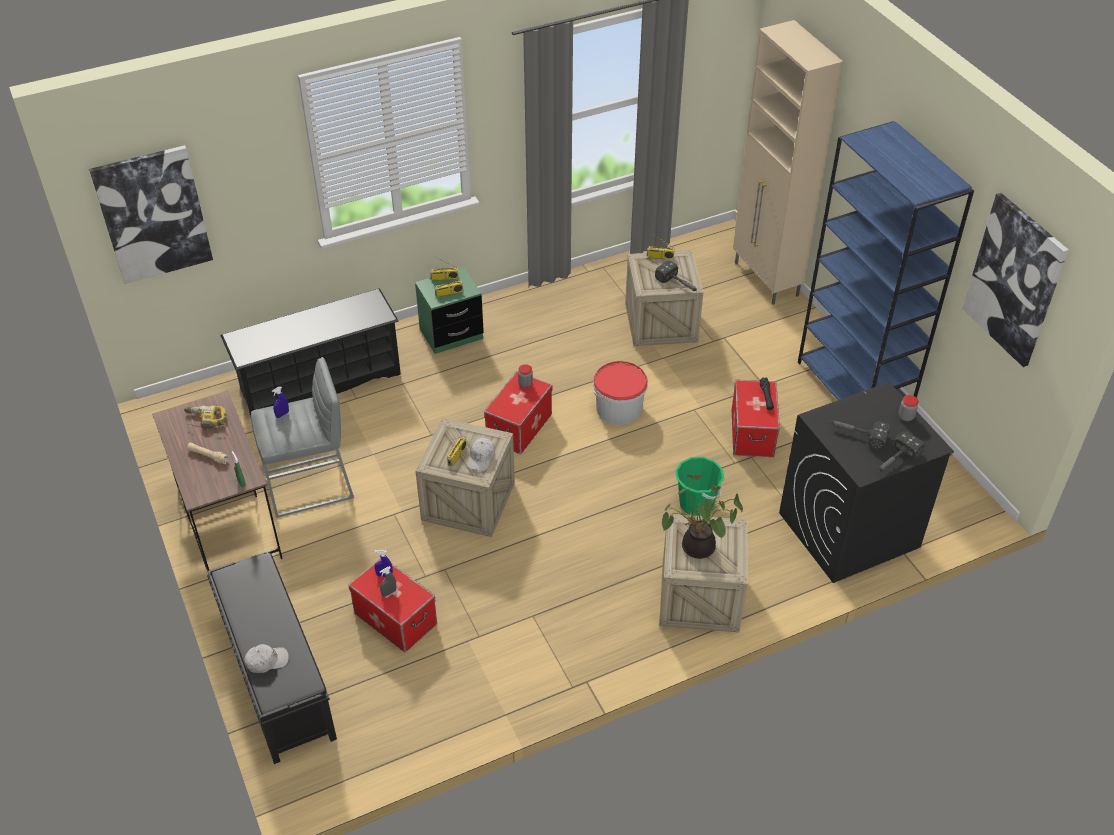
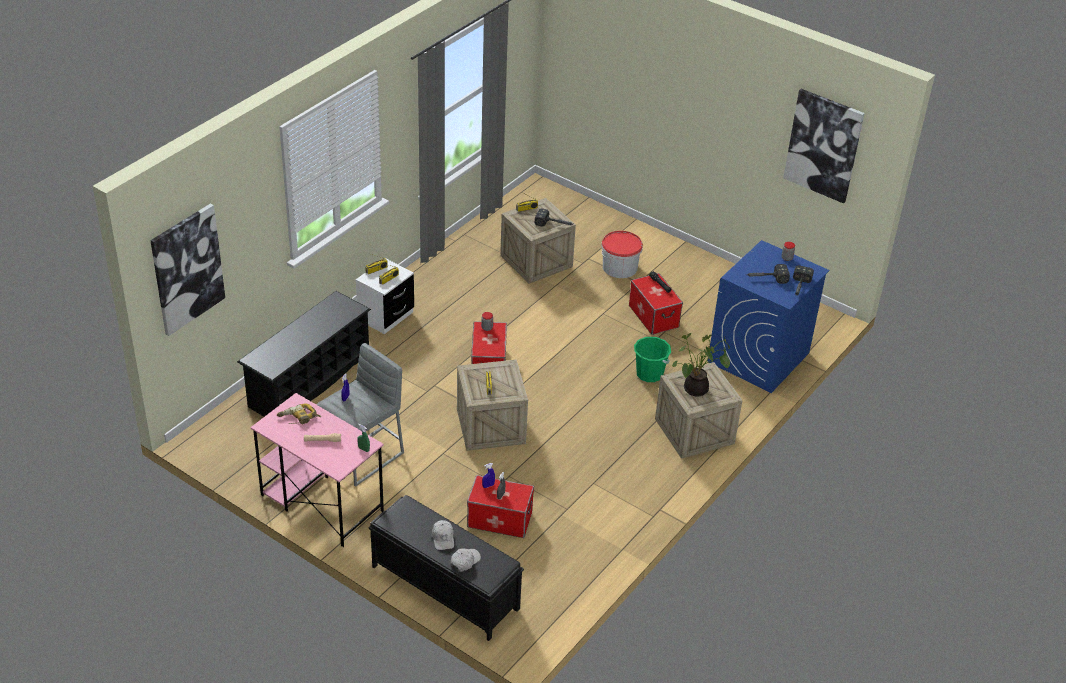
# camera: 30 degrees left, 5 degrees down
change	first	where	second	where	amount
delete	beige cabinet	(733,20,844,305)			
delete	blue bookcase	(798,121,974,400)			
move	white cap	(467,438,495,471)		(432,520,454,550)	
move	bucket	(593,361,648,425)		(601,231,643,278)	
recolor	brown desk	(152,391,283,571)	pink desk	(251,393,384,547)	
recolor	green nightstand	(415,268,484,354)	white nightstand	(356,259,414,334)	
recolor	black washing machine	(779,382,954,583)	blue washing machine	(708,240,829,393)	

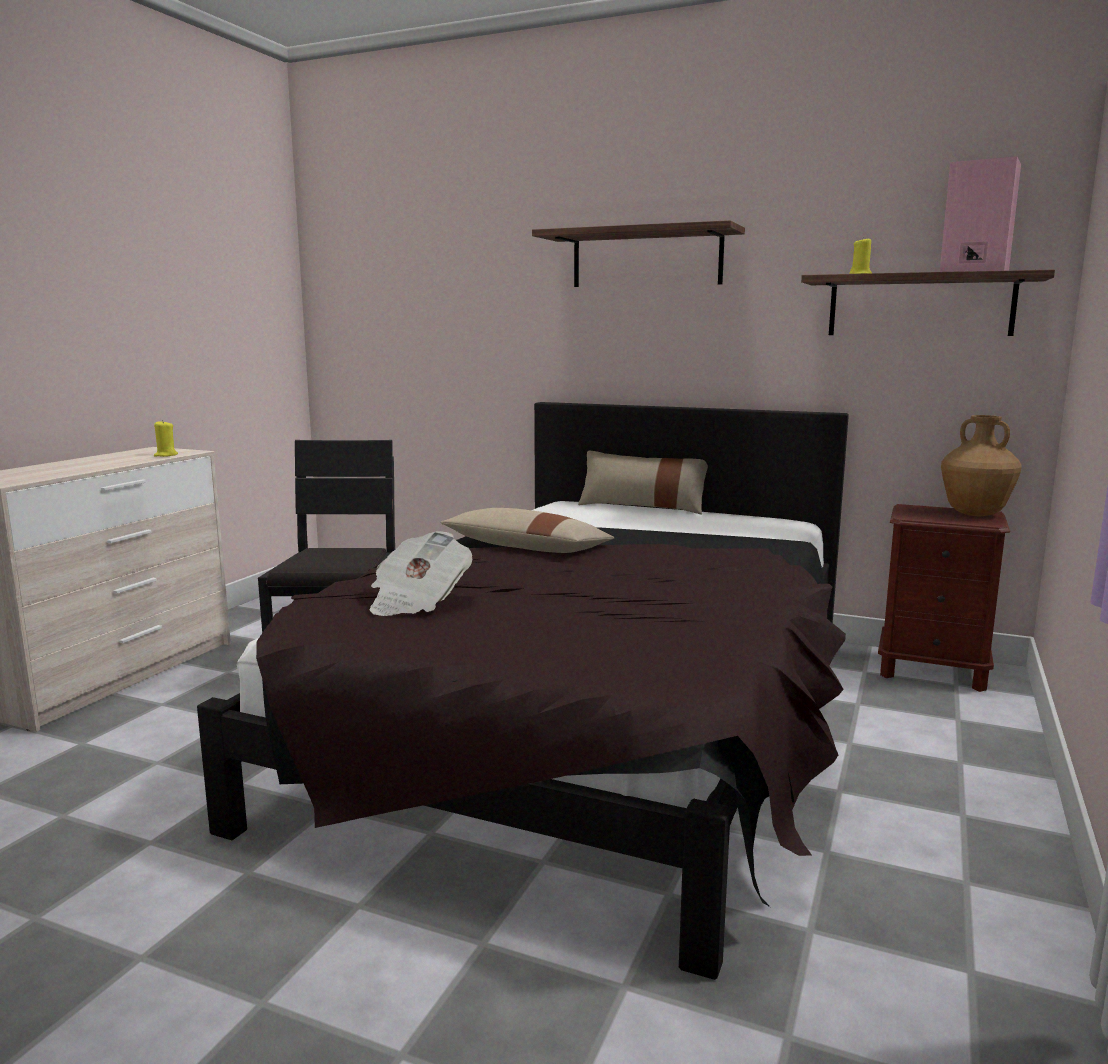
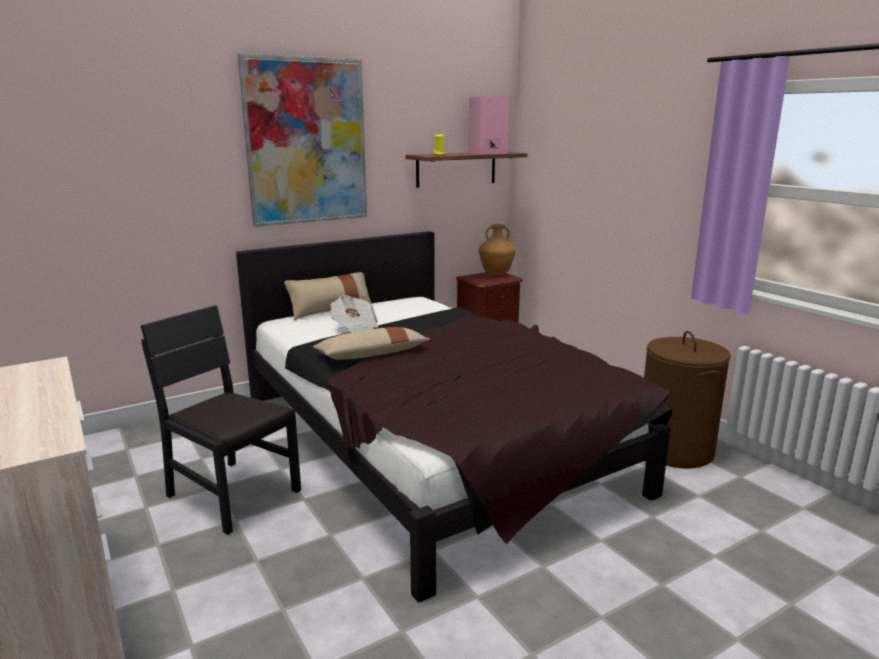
# camera: 55 degrees left, 5 degrees up
change	first	where	second	where	amount
delete	yellow candle	(154,420,178,457)			
insert			brown laundry basket	(644,331,731,468)	
move	newspaper	(370,531,473,616)		(331,295,379,332)	
replace	shelf	(532,220,745,287)	picture	(238,54,367,227)	

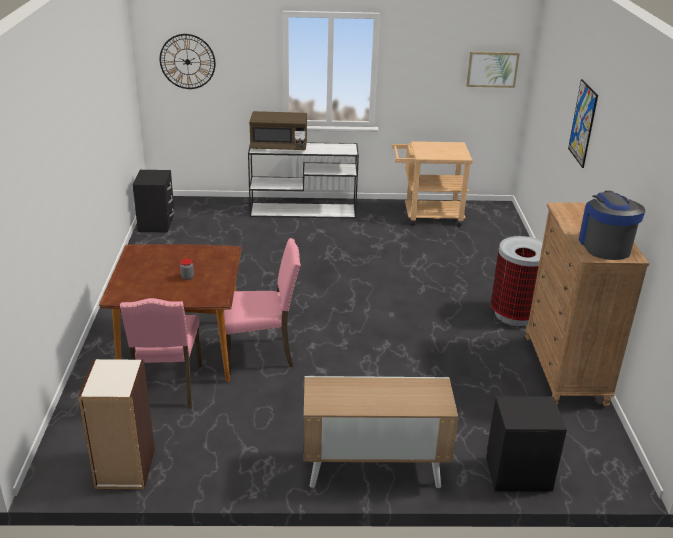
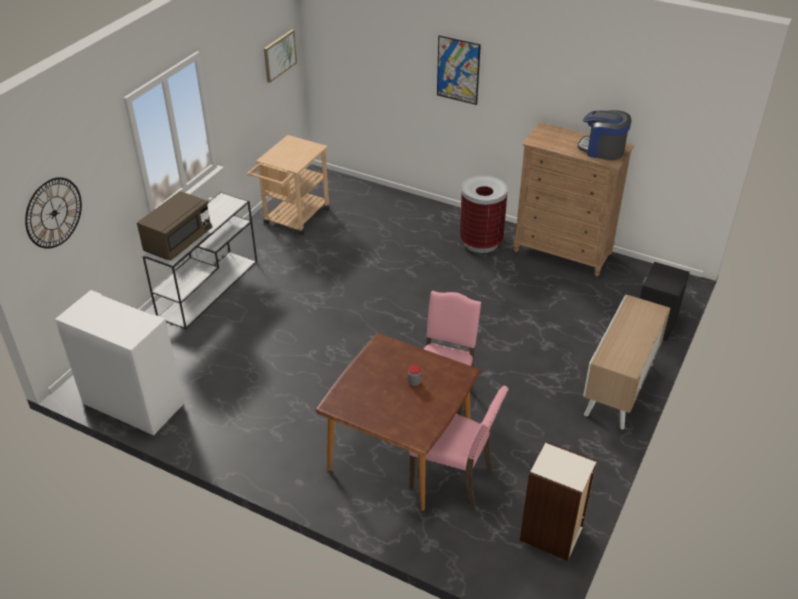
# camera: 60 degrees left, 10 degrees up
change	first	where	second	where	amount
replace	black nightstand	(133,170,174,233)	white cabinet	(55,290,184,437)	

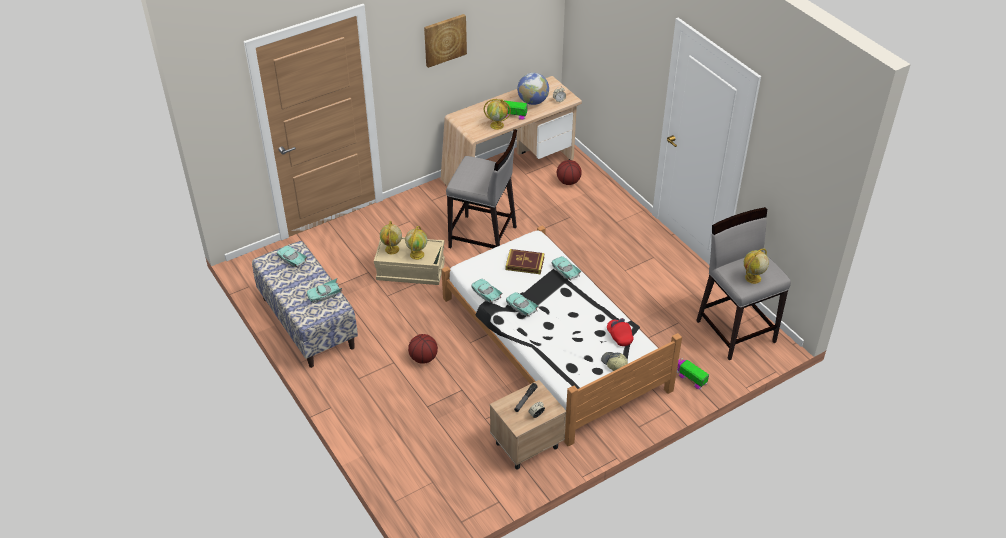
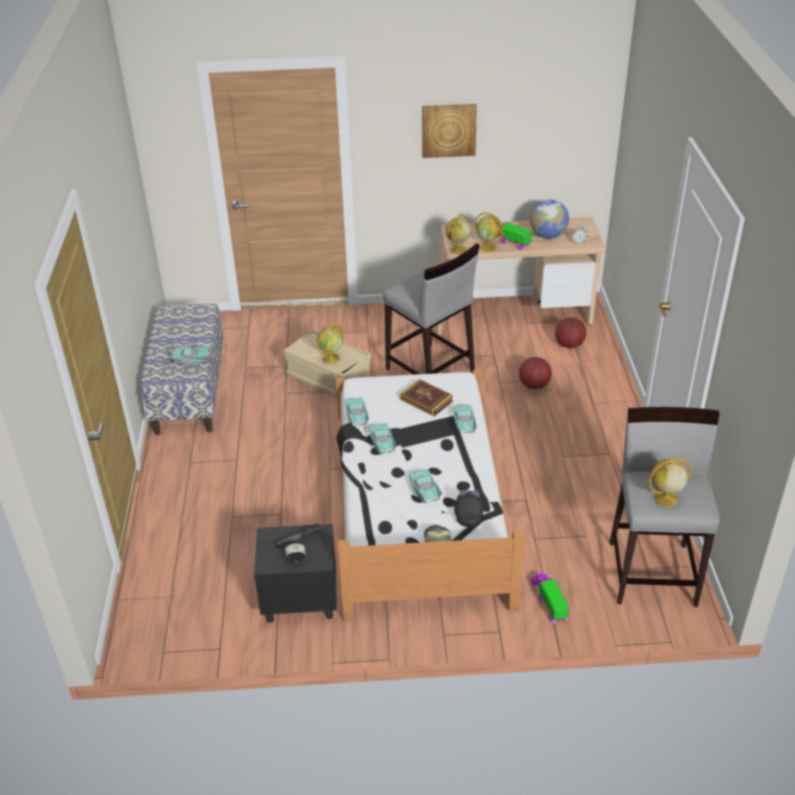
# camera: 30 degrees right, 5 degrees down
change	first	where	second	where	amount
move	turquoise toy car	(277,246,307,268)		(409,469,442,503)	
move	globe	(380,221,402,254)		(446,214,471,254)	
move	basketball	(408,334,438,364)		(519,357,552,389)	
recolor	beige nightstand	(490,380,567,469)	black nightstand	(254,524,337,623)	
recolor	red cap	(607,318,634,346)	black cap	(454,490,484,527)	

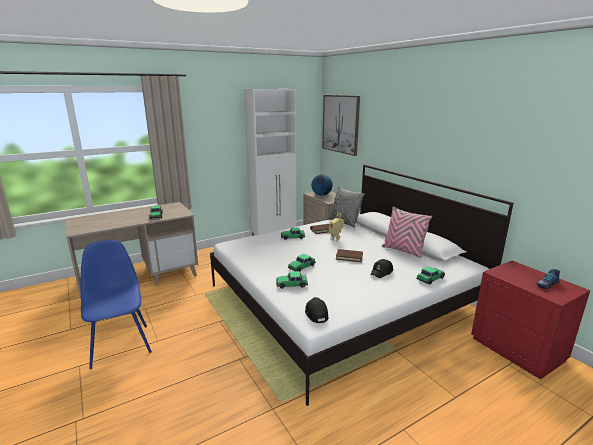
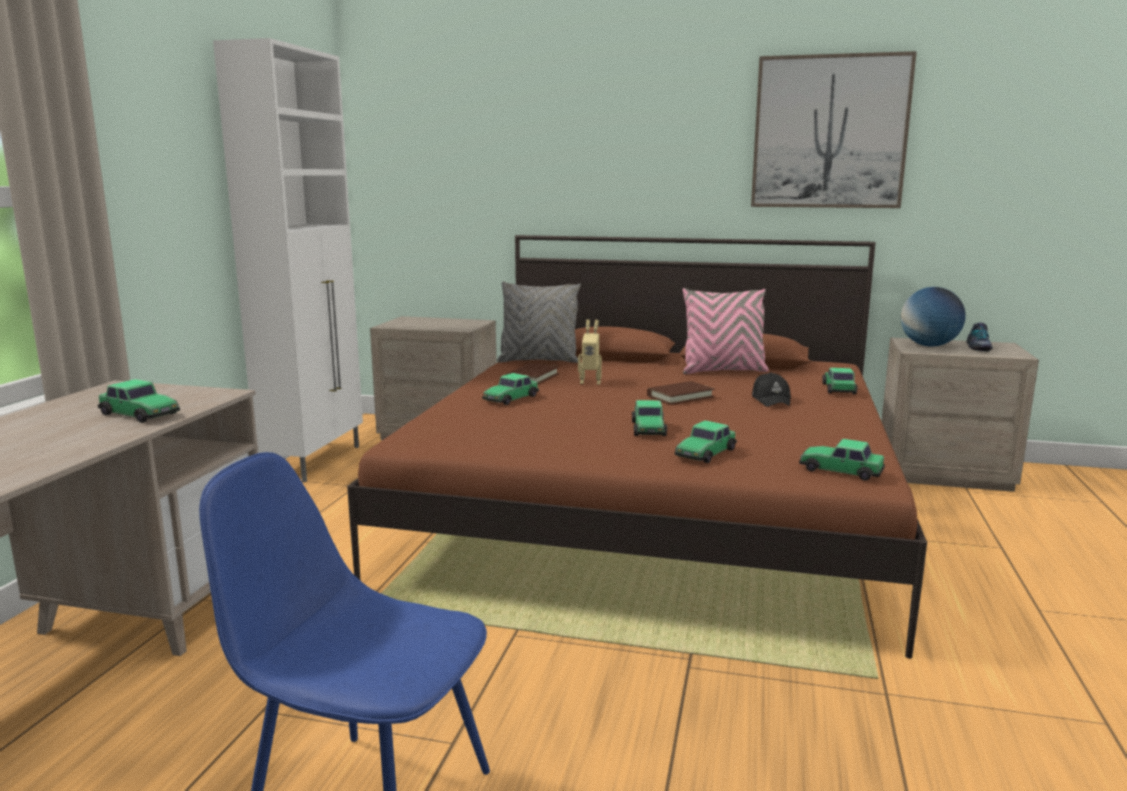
# camera: 45 degrees left, 5 degrees down
change	first	where	second	where	amount
move	globe	(311,174,333,196)		(901,287,966,347)	
move	picture	(322,95,360,156)		(751,51,917,208)	
replace	black cap	(305,297,328,323)	toy car	(799,439,885,481)	
recolor	white bed	(210,165,513,406)	brown bed	(347,235,927,659)	
recolor	red nightstand	(471,261,590,379)	beige nightstand	(882,337,1039,492)	

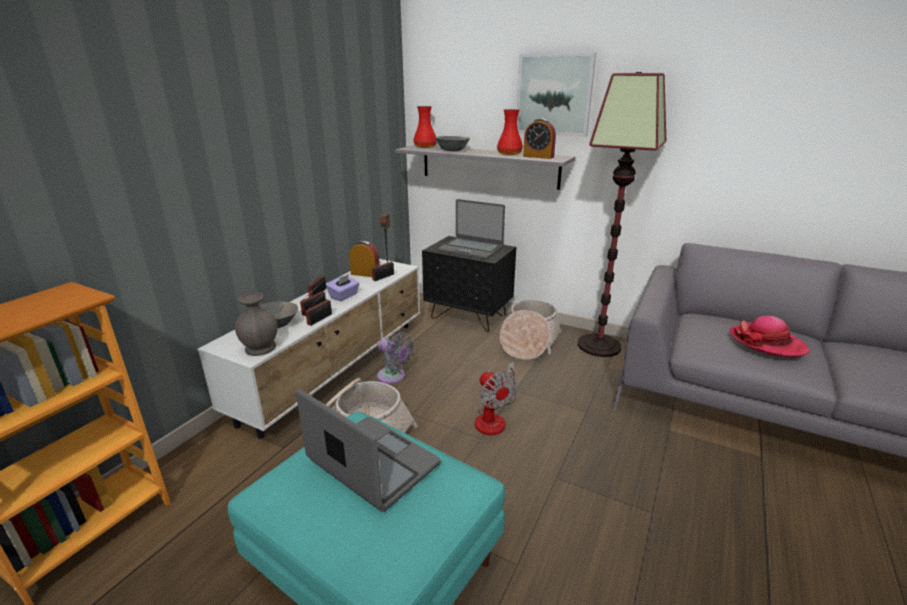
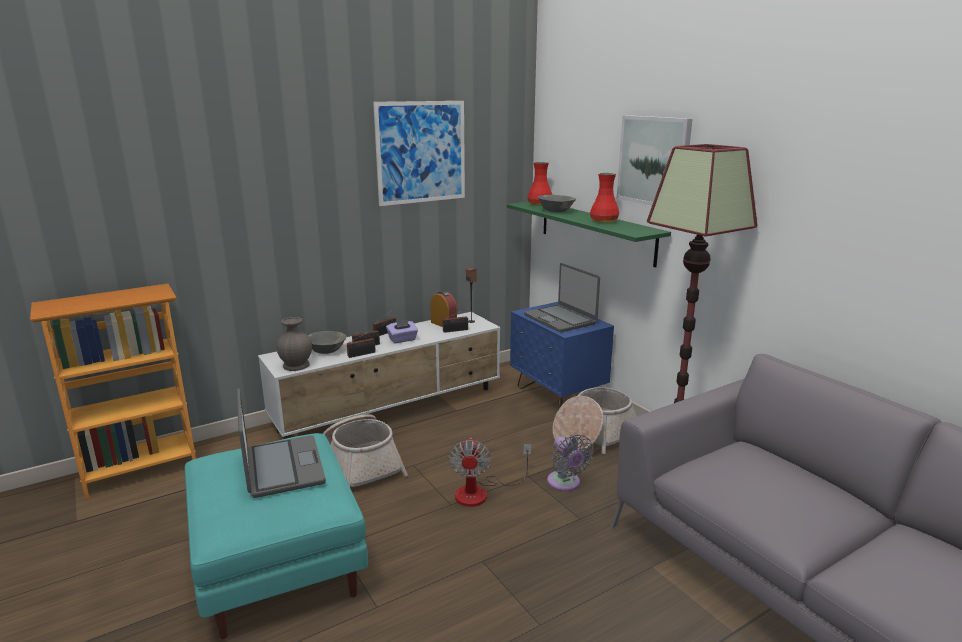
# camera: 30 degrees right, 5 degrees down
change	first	where	second	where	amount
delete	alarm clock	(523,119,556,159)			
delete	hat	(730,316,810,358)			
insert			picture	(373,101,465,206)	
move	grey fan	(377,332,414,384)		(547,434,594,491)	
recolor	grey shelf	(395,145,575,190)	green shelf	(507,202,671,268)	
recolor	black nightstand	(422,236,516,332)	blue nightstand	(510,302,614,409)	

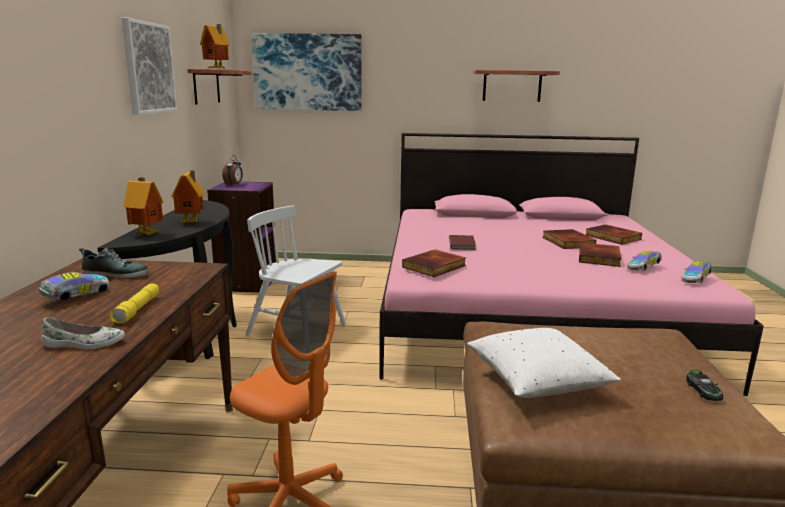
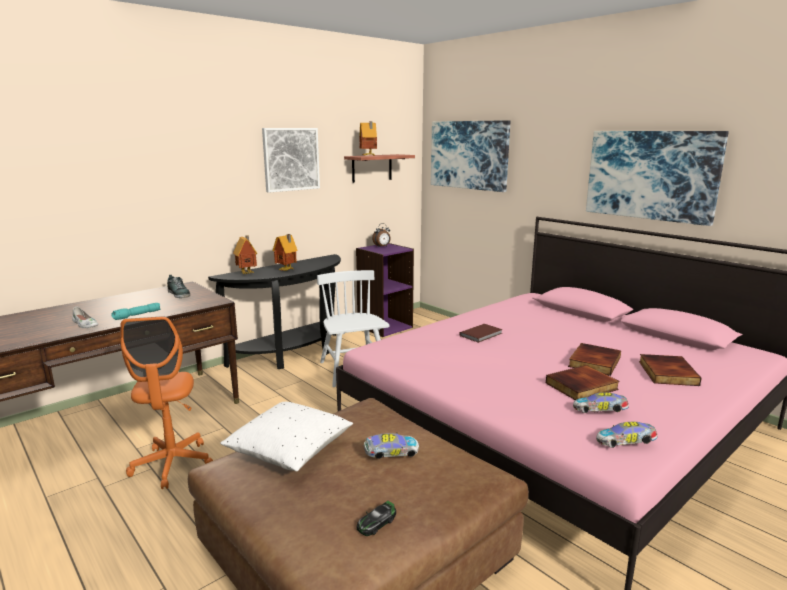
# camera: 45 degrees right, 0 degrees up
change	first	where	second	where	amount
delete	book	(402,250,466,277)			
move	toy car	(38,272,109,301)		(363,433,419,459)	
replace	shelf	(473,70,560,102)	picture	(586,131,729,226)	
recolor	yellow flashlight	(109,284,159,324)	turquoise flashlight	(111,303,160,320)	

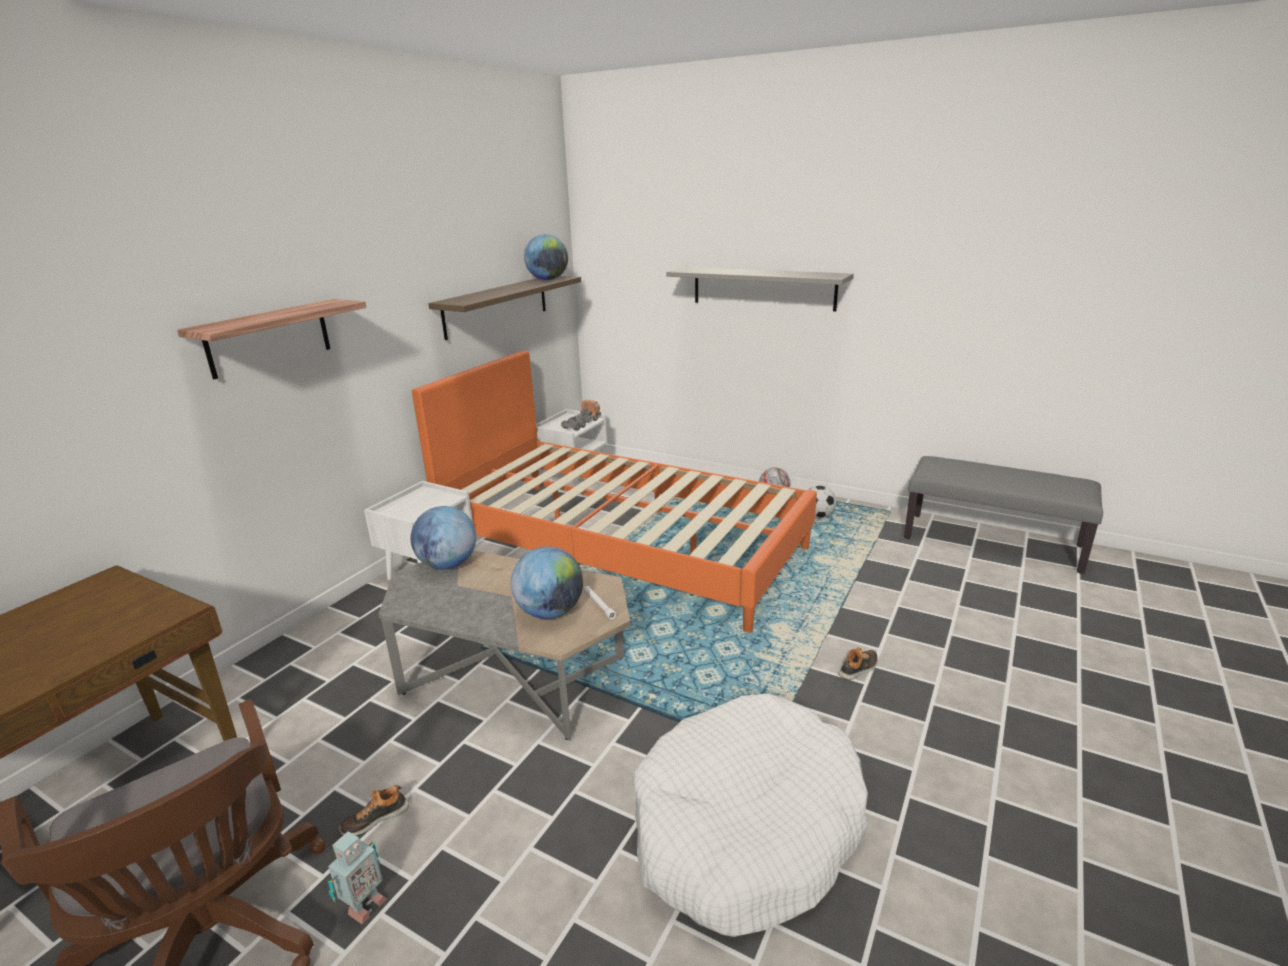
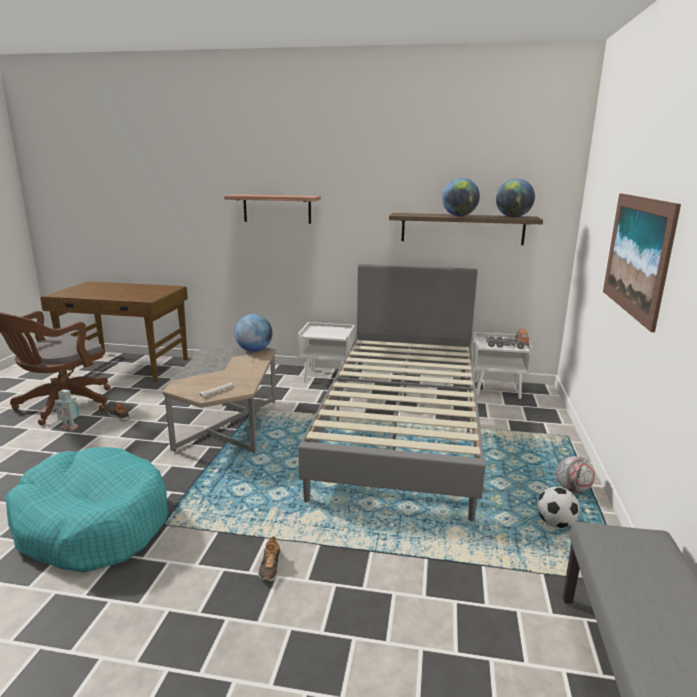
# camera: 70 degrees right, 5 degrees down
change	first	where	second	where	amount
move	globe	(511,546,583,619)		(442,178,480,216)	
replace	grey shelf	(666,267,854,312)	picture	(603,193,681,332)	
recolor	orange bed	(412,350,817,633)	grey bed	(298,264,486,521)	
recolor	white dog bed	(634,694,868,937)	turquoise dog bed	(5,447,168,573)	
rotate	shoe	(838,647,878,680)		(258,536,282,582)	60 degrees clockwise

